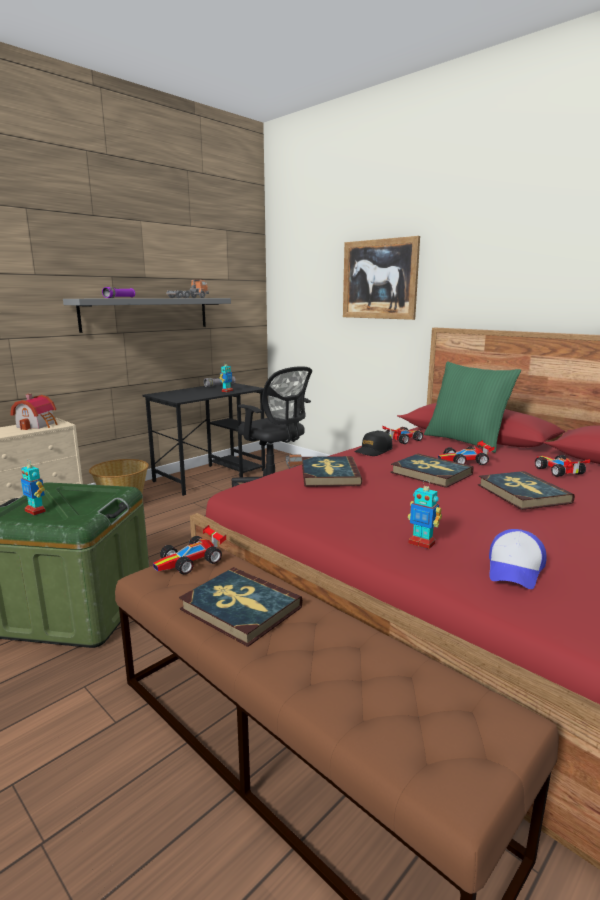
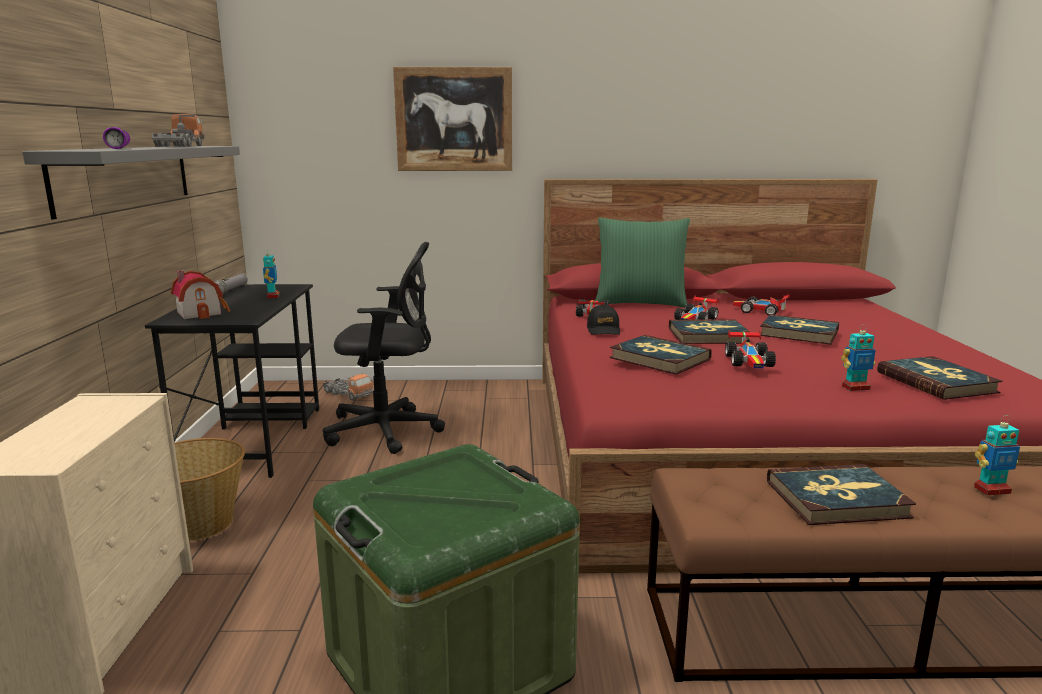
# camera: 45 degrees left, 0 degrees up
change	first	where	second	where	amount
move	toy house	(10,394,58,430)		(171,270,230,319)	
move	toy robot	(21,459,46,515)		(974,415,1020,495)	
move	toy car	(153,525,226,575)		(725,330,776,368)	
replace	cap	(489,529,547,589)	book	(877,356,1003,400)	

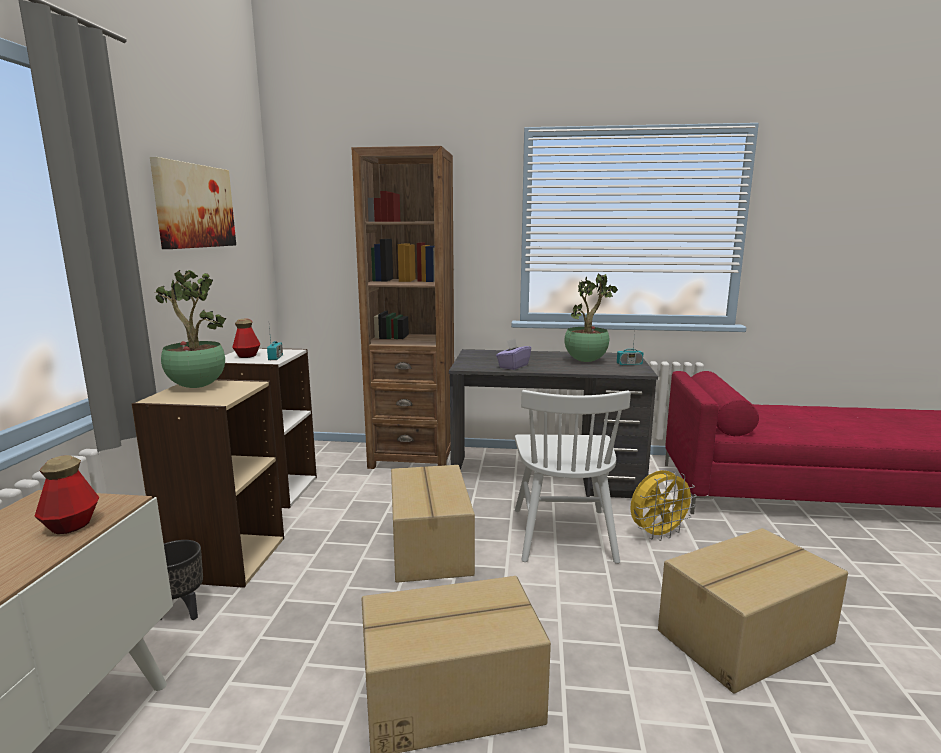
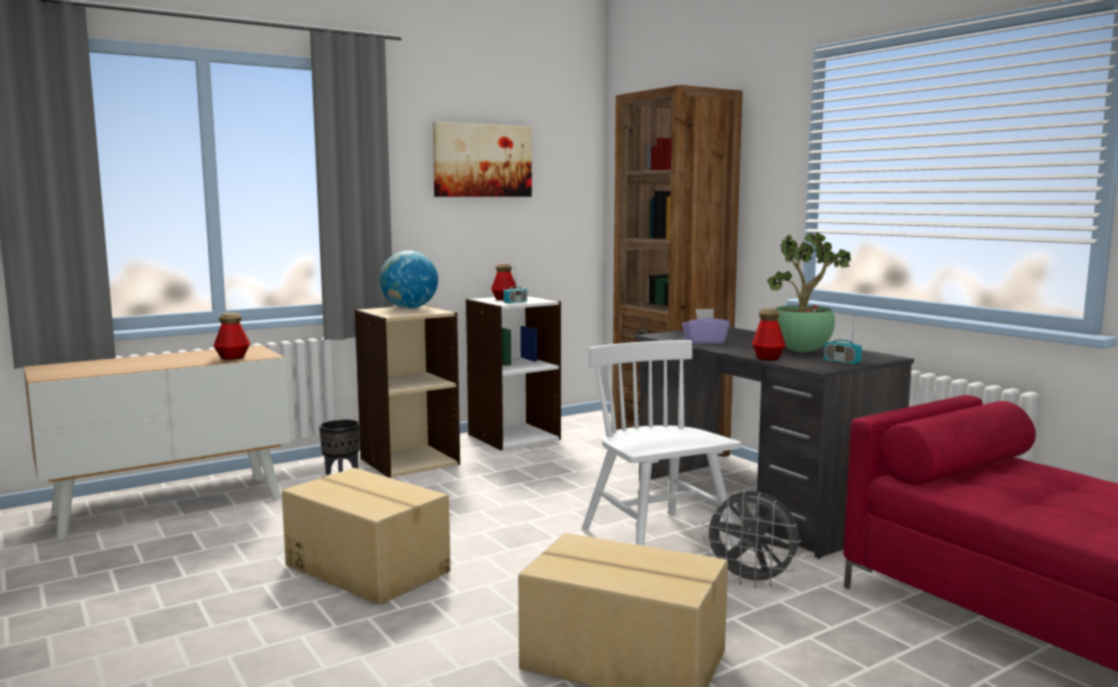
# camera: 50 degrees right, 5 degrees down
change	first	where	second	where	amount
delete	cardboard box	(391,465,475,583)			
insert			bottle	(752,308,786,361)	
replace	potted plant	(156,270,226,388)	globe	(380,251,438,308)	
recolor	yellow fan	(630,470,697,541)	grey fan	(702,491,801,588)	
rotate	white chair	(515,390,631,564)		(582,340,741,548)	105 degrees clockwise

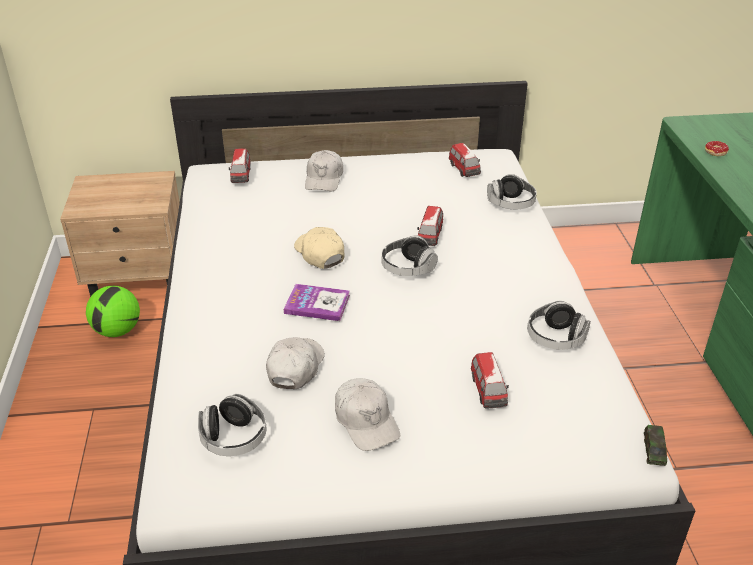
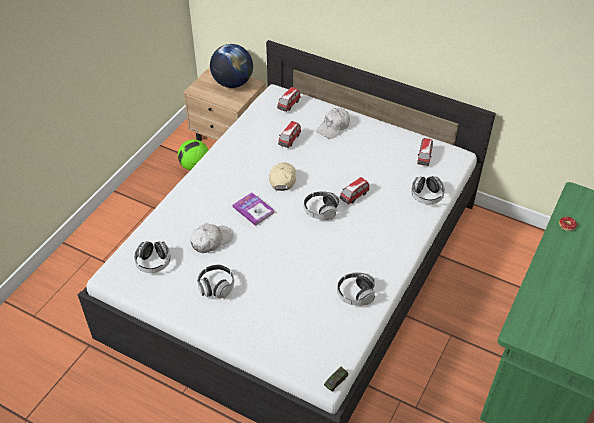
# camera: 35 degrees right, 10 degrees up
change	first	where	second	where	amount
insert			globe	(210,44,253,88)	
move	toy car	(471,352,509,408)		(278,121,301,148)	
replace	white cap	(335,378,400,451)	headphones	(197,265,234,298)	

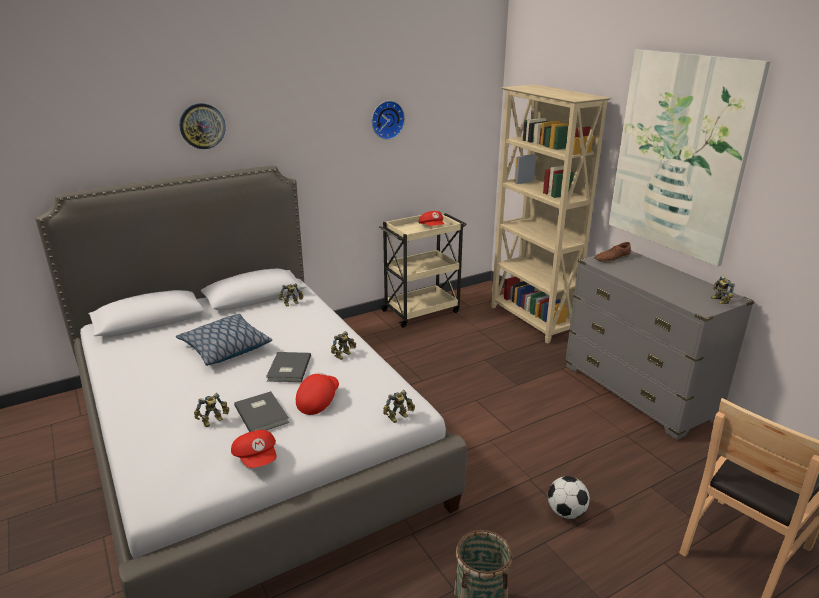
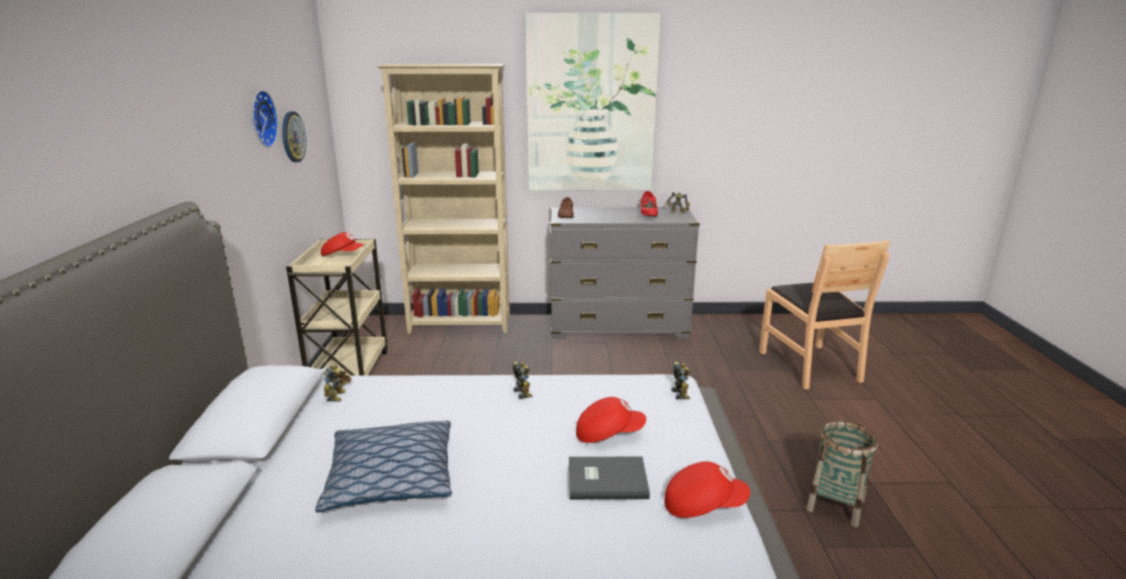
# camera: 60 degrees left, 5 degrees down
change	first	where	second	where	amount
delete	toy robot	(194,393,229,427)			
delete	grey book	(266,352,311,382)			
delete	football	(548,476,590,519)			
insert			red shoe	(641,191,658,217)	
move	wall clock	(179,103,226,149)		(282,111,306,162)	
rotate	red cap	(296,373,339,415)		(576,397,646,443)	120 degrees clockwise

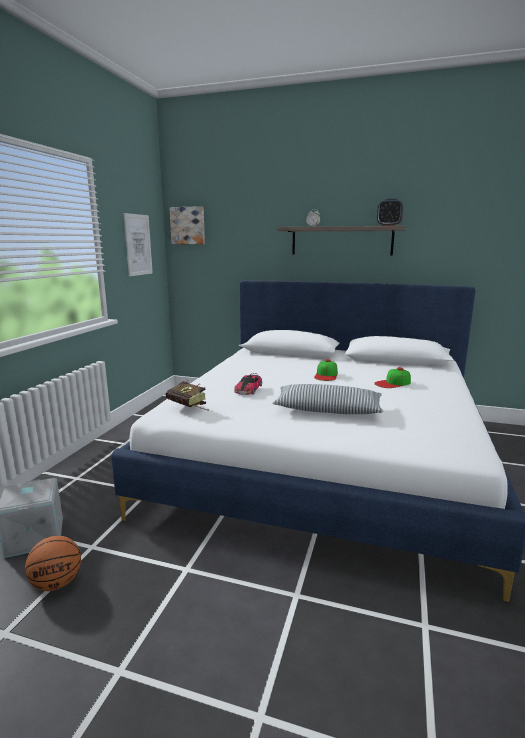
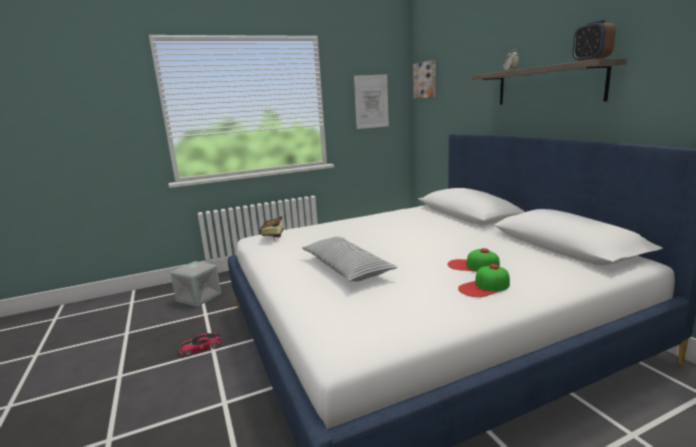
# camera: 50 degrees right, 0 degrees up
change	first	where	second	where	amount
delete	basketball	(25,536,81,591)			
move	toy car	(234,373,262,395)		(179,332,222,356)	
move	cap	(314,359,338,381)		(458,264,510,297)	

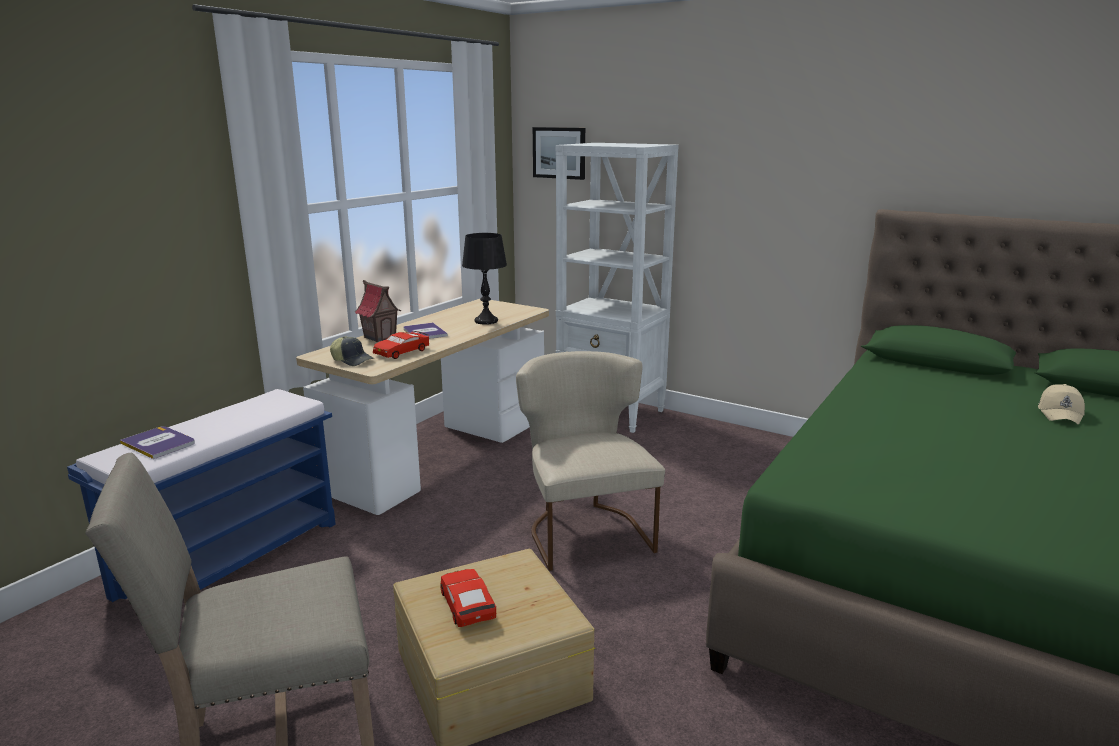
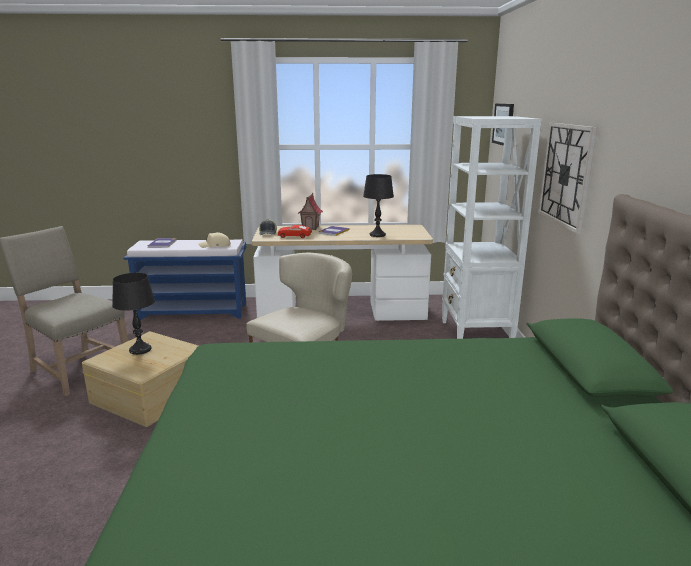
# camera: 55 degrees right, 0 degrees up
change	first	where	second	where	amount
insert			wall clock	(538,123,597,234)	
move	beige cap	(1038,384,1085,424)		(198,232,231,248)	
replace	red toy car	(440,569,496,627)	black table lamp	(112,273,155,355)	

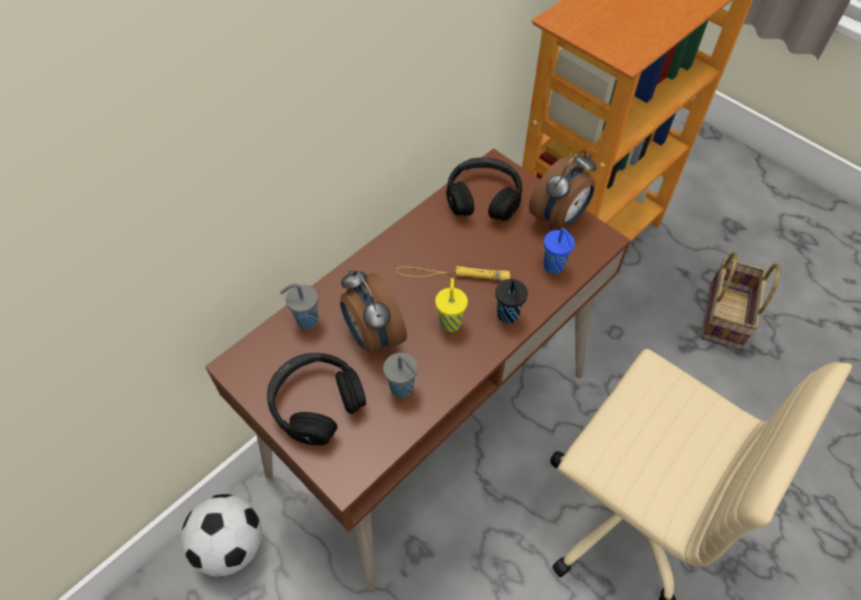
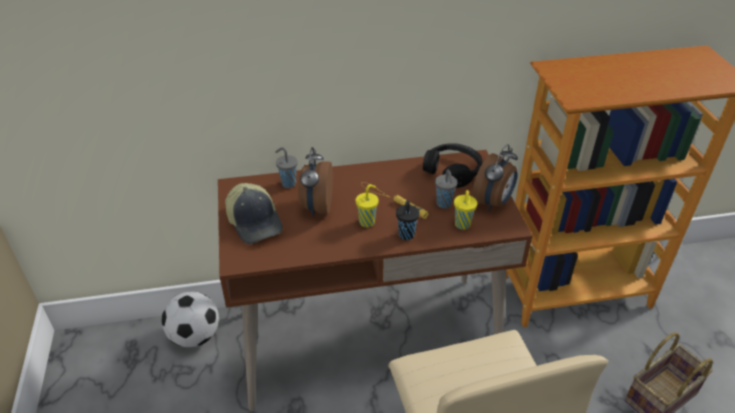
# camera: 35 degrees right, 15 degrees down
change	first	where	second	where	amount
move	grey cup	(383,353,418,398)		(435,169,457,208)	
replace	black headphones	(267,353,366,445)	cap	(225,183,283,244)	
recolor	blue cup	(544,228,575,274)	yellow cup	(454,190,477,230)	
rotate	alarm clock	(529,150,597,229)		(472,144,518,211)	45 degrees counterclockwise

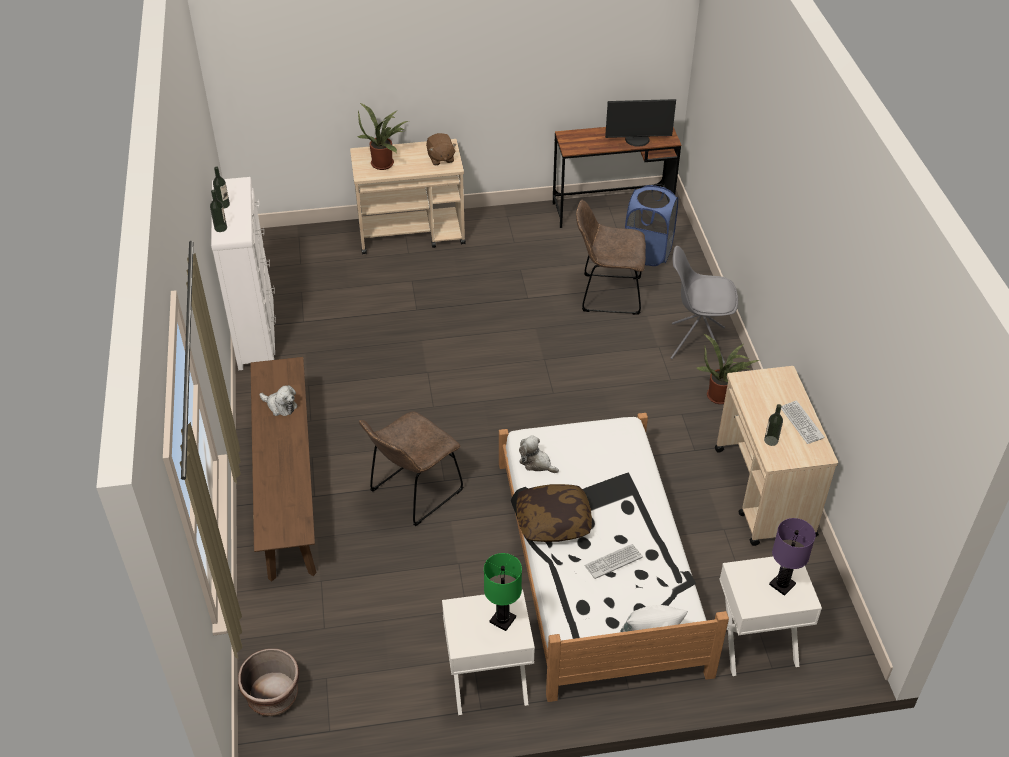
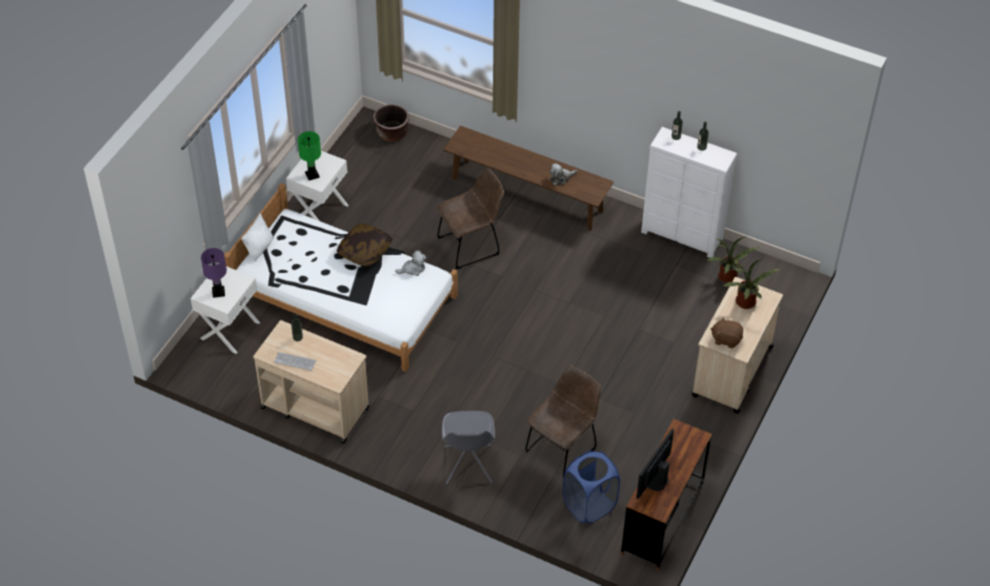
# camera: 125 degrees right, 5 degrees up
change	first	where	second	where	amount
delete	keyboard	(584,544,643,579)			
move	potted plant	(697,334,759,404)		(707,237,760,283)	
rotate	brown chair	(359,412,463,526)		(437,169,504,269)	75 degrees clockwise
rotate	grey chair	(671,246,738,364)		(442,411,495,485)	135 degrees clockwise

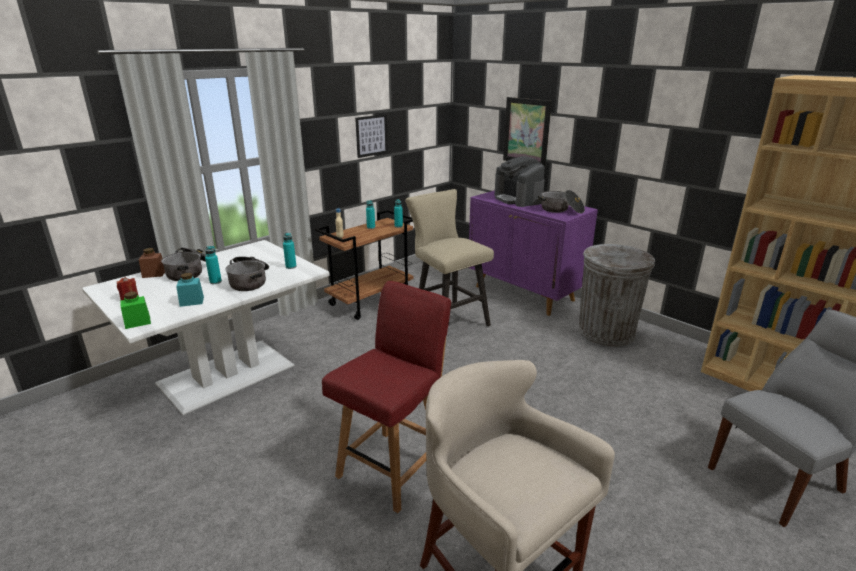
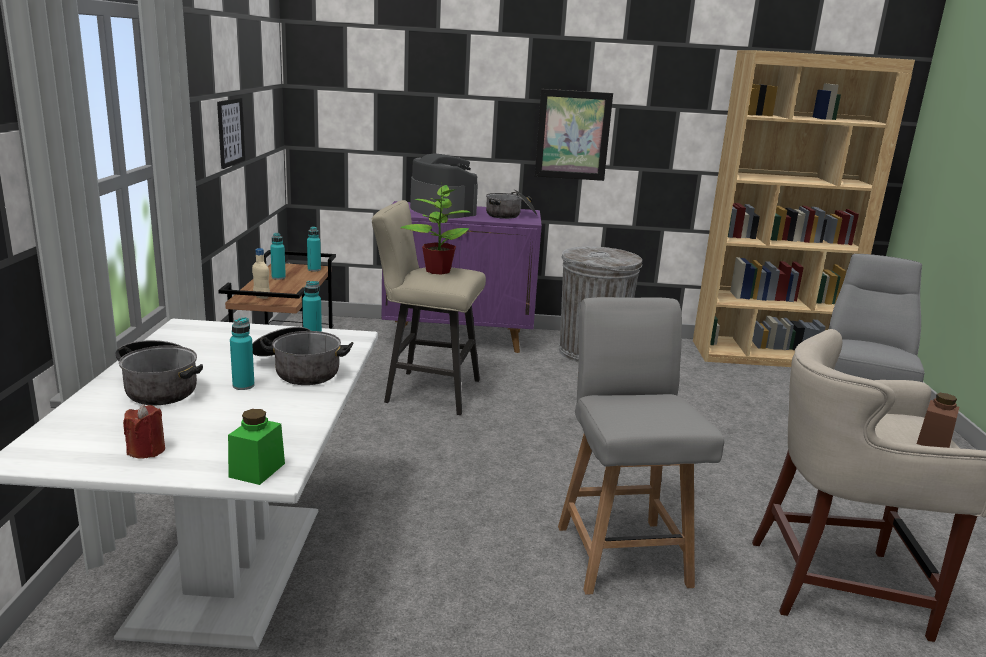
# camera: 45 degrees left, 5 degrees down
change	first	where	second	where	amount
delete	turquoise jar	(176,273,204,307)			
insert			potted plant	(401,182,470,275)	
move	brown jar	(139,248,165,278)		(917,393,959,448)	
move	picture	(503,97,552,168)		(535,89,613,181)	
recolor	red chair	(322,281,451,513)	grey chair	(558,297,724,595)	
rotate	coffee machine	(494,156,545,207)		(410,153,478,218)	150 degrees counterclockwise

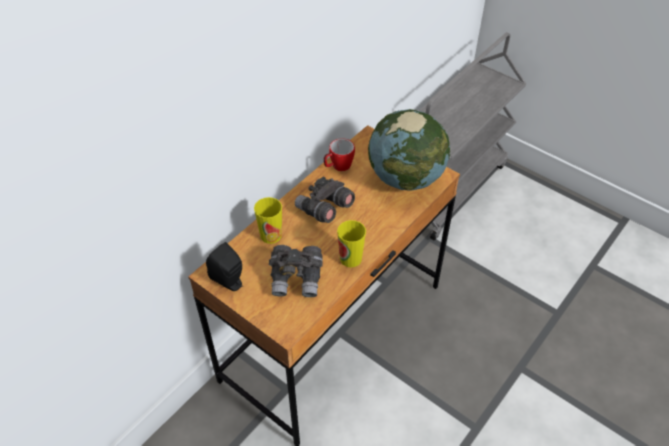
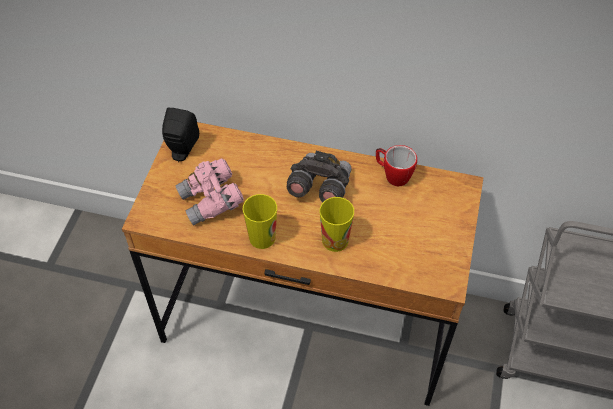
# camera: 65 degrees right, 5 degrees up
change	first	where	second	where	amount
delete	globe	(368,109,450,191)			
move	cup	(254,197,282,244)		(320,197,354,252)	
recolor	grey binoculars	(269,245,323,297)	pink binoculars	(175,158,244,225)	

